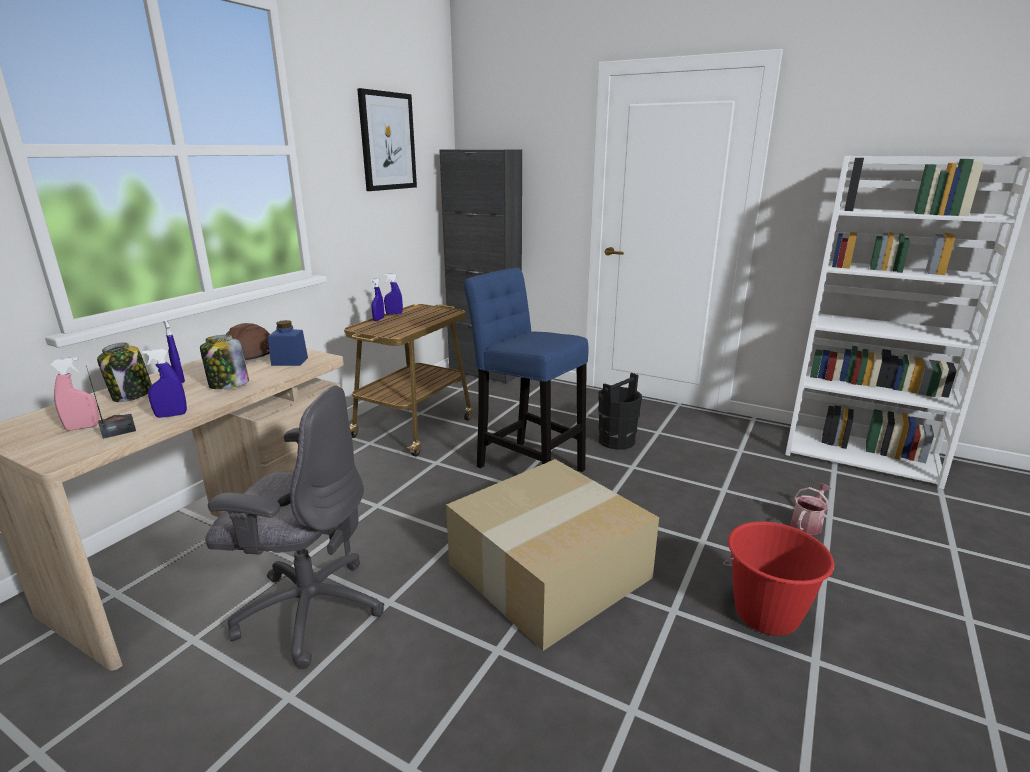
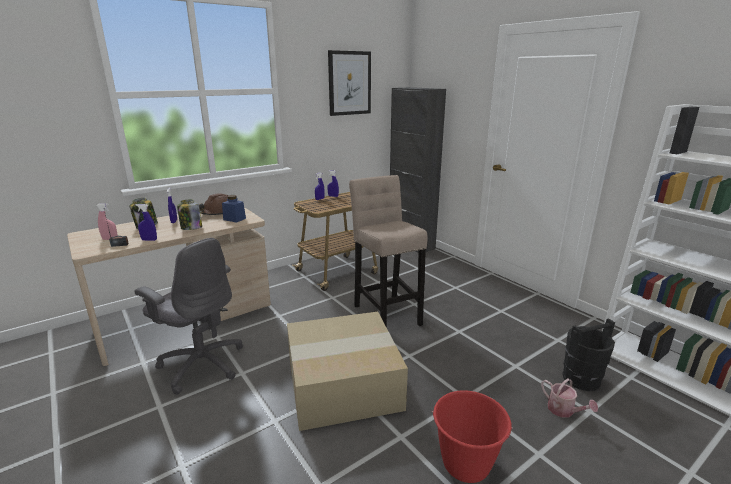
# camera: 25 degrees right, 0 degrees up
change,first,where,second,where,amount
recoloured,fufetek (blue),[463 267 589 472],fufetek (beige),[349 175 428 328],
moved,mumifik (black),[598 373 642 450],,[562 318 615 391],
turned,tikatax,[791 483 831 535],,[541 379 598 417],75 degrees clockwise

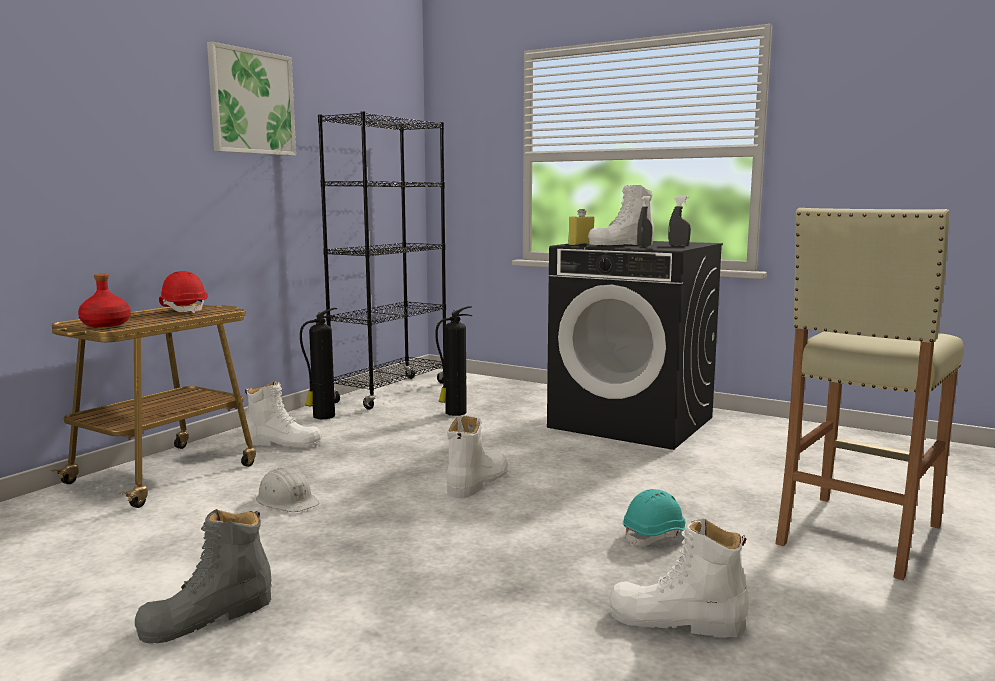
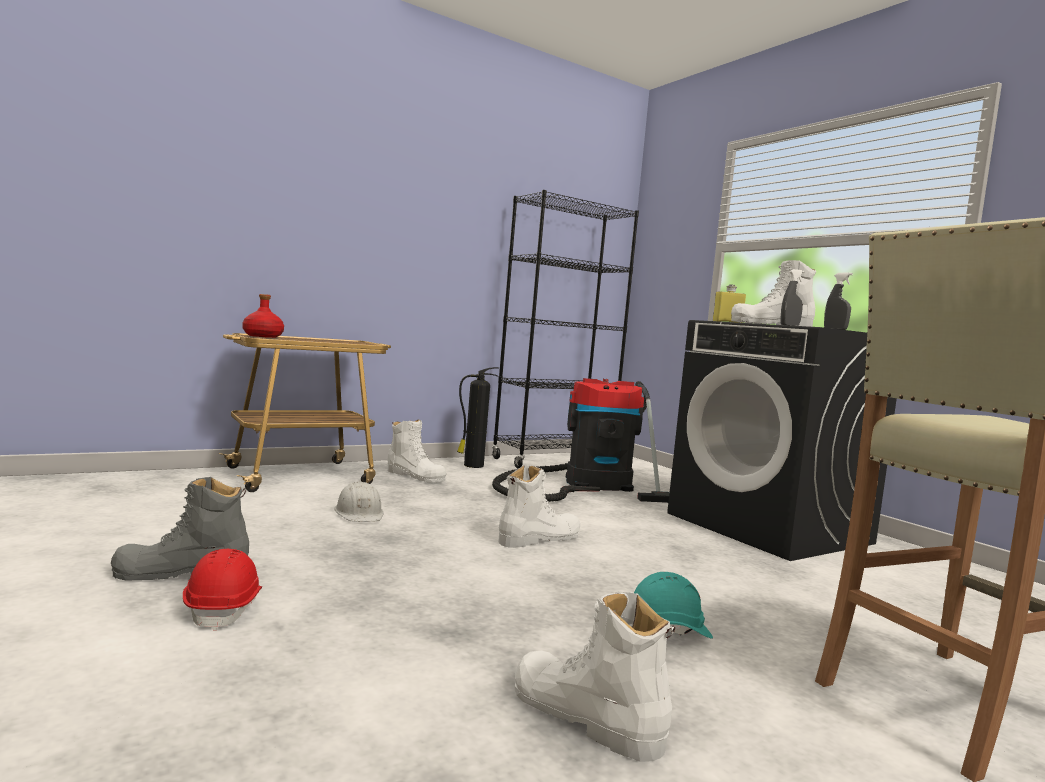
# camera: 25 degrees right, 5 degrees down
change,first,where,second,where,amount
moved,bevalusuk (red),[159 271 208 313],,[183 549 262 631],
removed,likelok,[207 42 296 156],,,
replaced,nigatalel,[435 306 472 416],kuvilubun,[492 378 669 503],

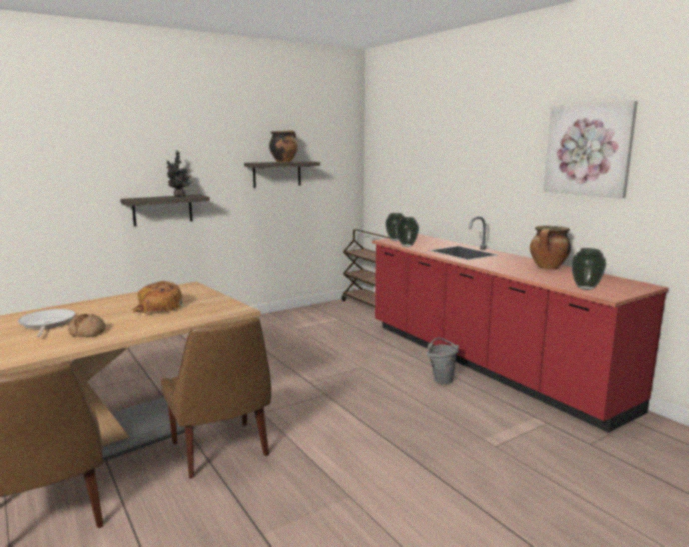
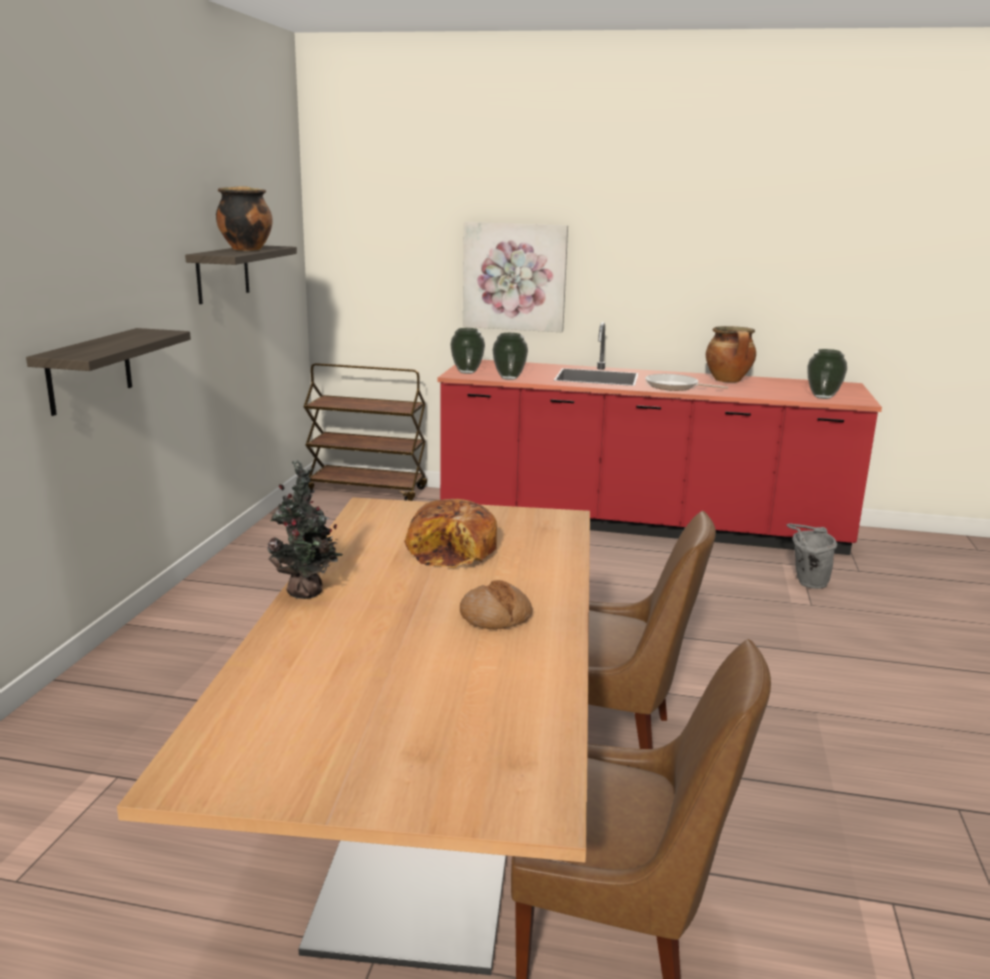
# camera: 45 degrees left, 5 degrees up
change,first,where,second,where,amount
moved,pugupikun,[18 309 75 338],,[645 374 728 391],
moved,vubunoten,[166 150 191 197],,[268 460 343 599],
moved,mumifik (grey),[427 338 459 384],,[787 524 837 589],
moved,likelok,[543 101 638 198],,[463 222 568 332],

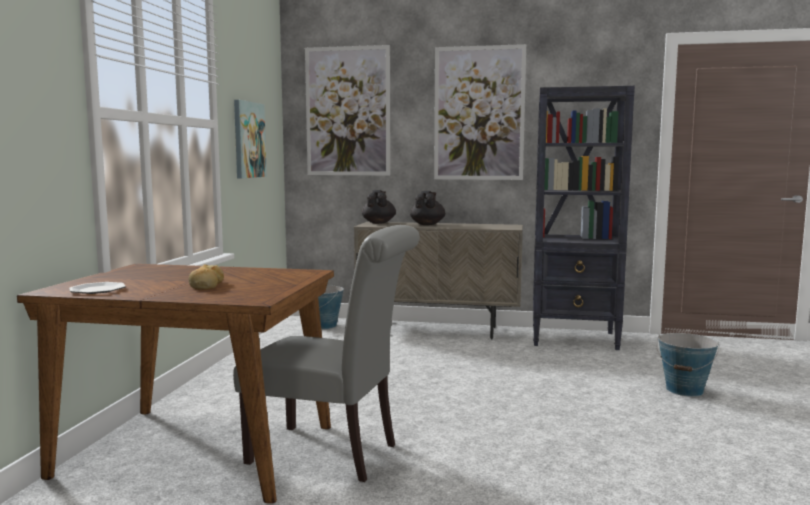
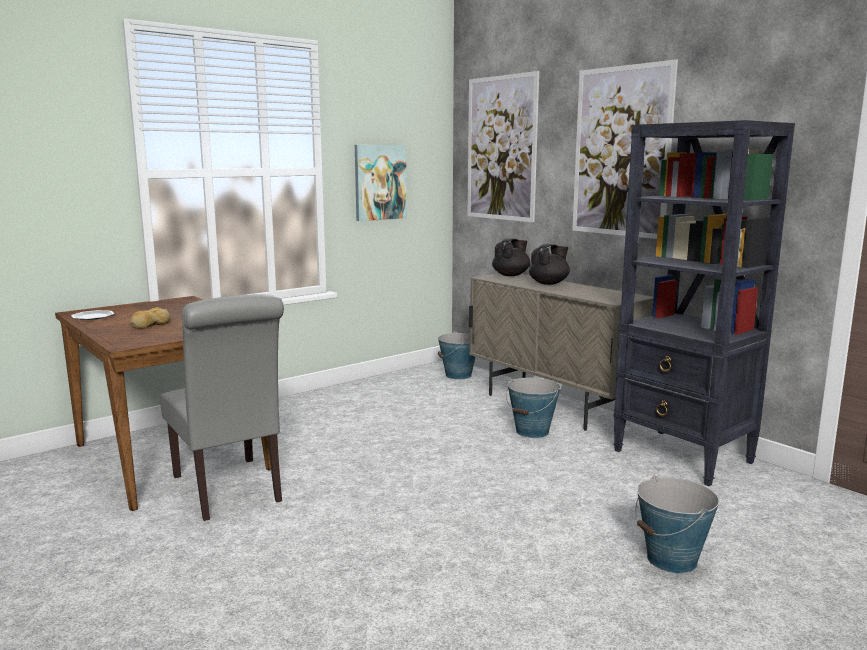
# camera: 40 degrees right, 5 degrees up
change,first,where,second,where,amount
added,,,mumifik,[506 377 561 438],

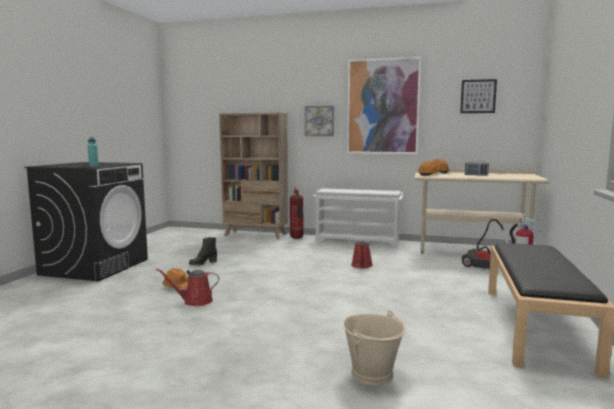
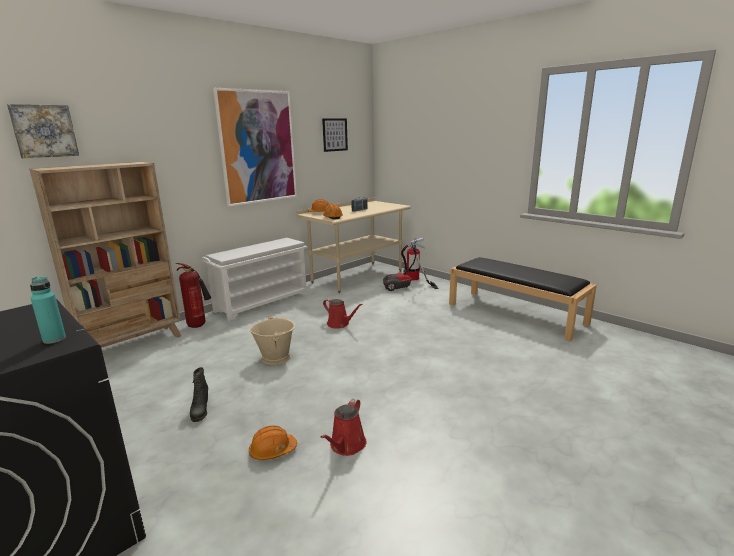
# camera: 60 degrees left, 10 degrees up
change,first,where,second,where,amount
moved,likelok,[305 106 334 136],,[7 104 79 158],
moved,mumifik (beige),[343 310 406 385],,[249 315 295 365],

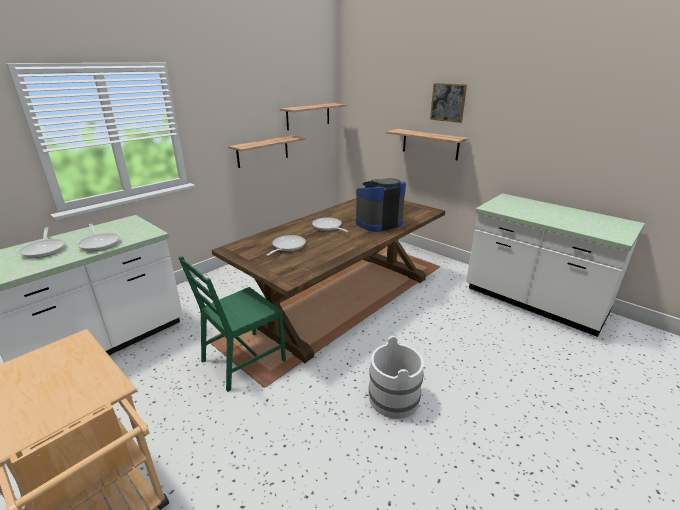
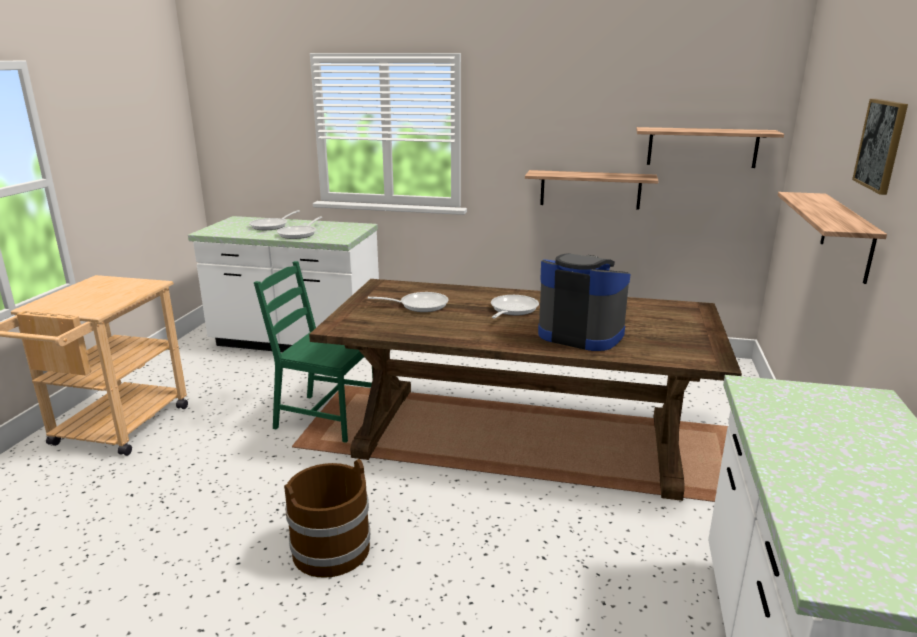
# camera: 60 degrees right, 5 degrees down
change,first,where,second,where,amount
recoloured,mumifik (white),[369 336 424 419],mumifik (brown),[284 459 370 578],

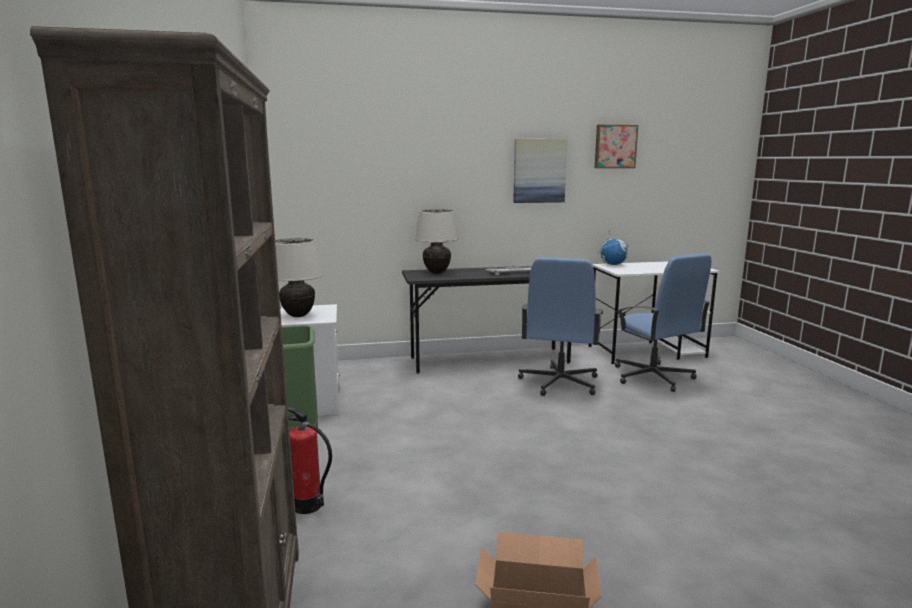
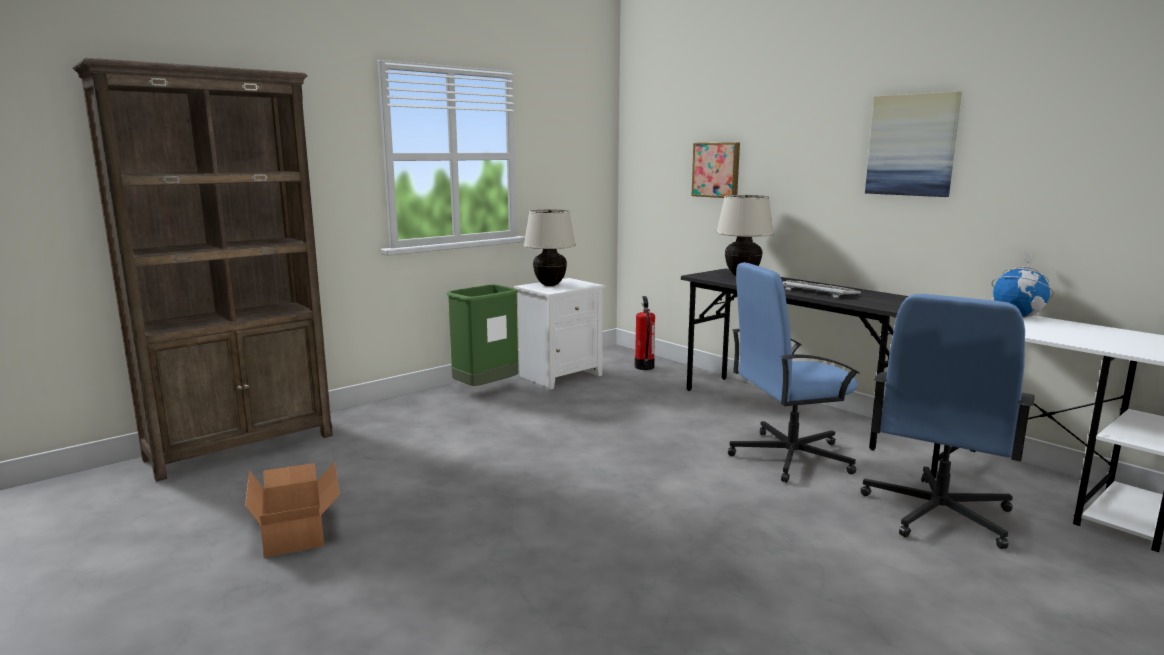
# camera: 60 degrees right, 0 degrees up
change,first,where,second,where,amount
moved,nigatalel,[287 405 332 514],,[635 296 655 370],
moved,likelok,[595 124 638 168],,[692 142 740 198],

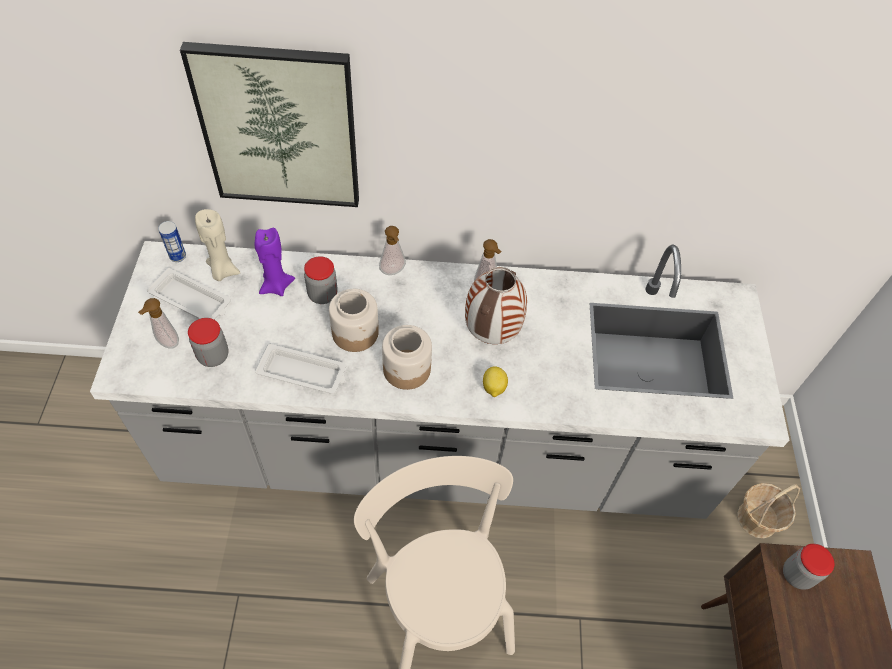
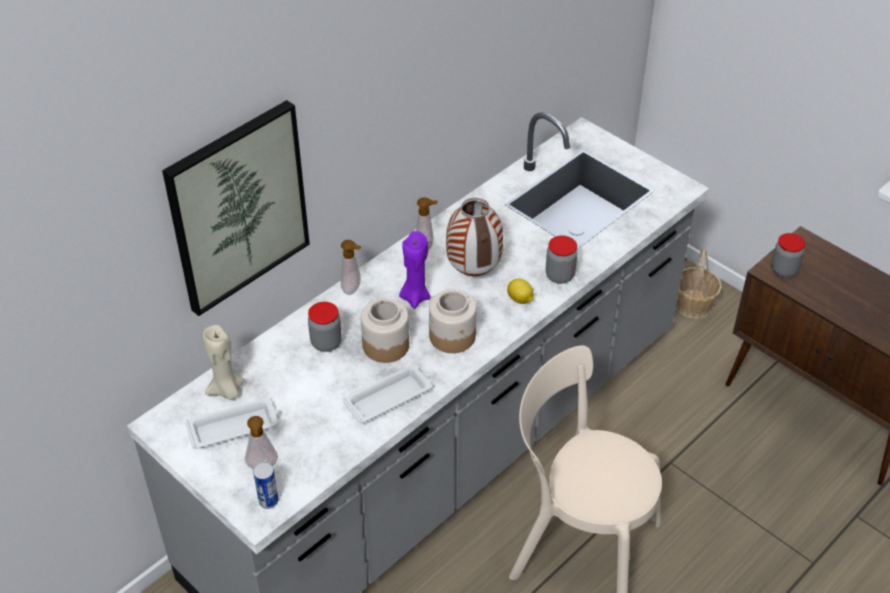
# camera: 45 degrees left, 10 degrees down
change,first,where,second,where,amount
moved,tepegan,[158 221 186 262],,[253 462 278 509],
moved,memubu,[188 318 229 367],,[546 235 578 284],
moved,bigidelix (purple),[255 228 295 296],,[399 231 431 309],

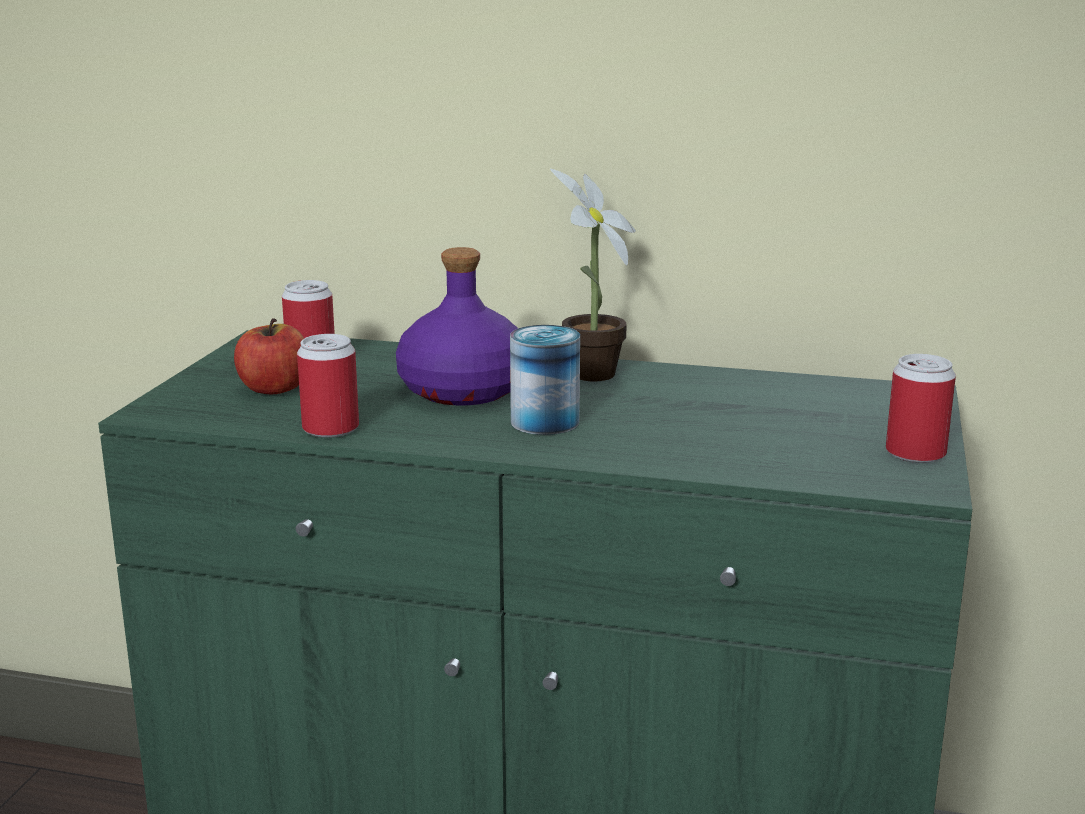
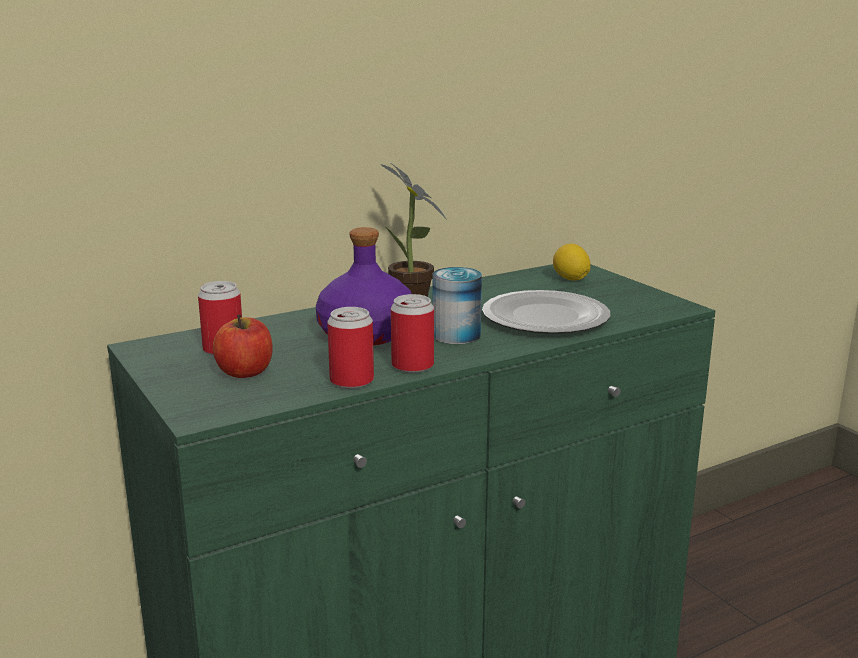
# camera: 45 degrees left, 0 degrees up
change,first,where,second,where,amount
moved,tepegan,[886 354 956 463],,[391 294 434 373],
added,,,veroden,[482 290 610 334],
added,,,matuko,[553 244 591 281],

